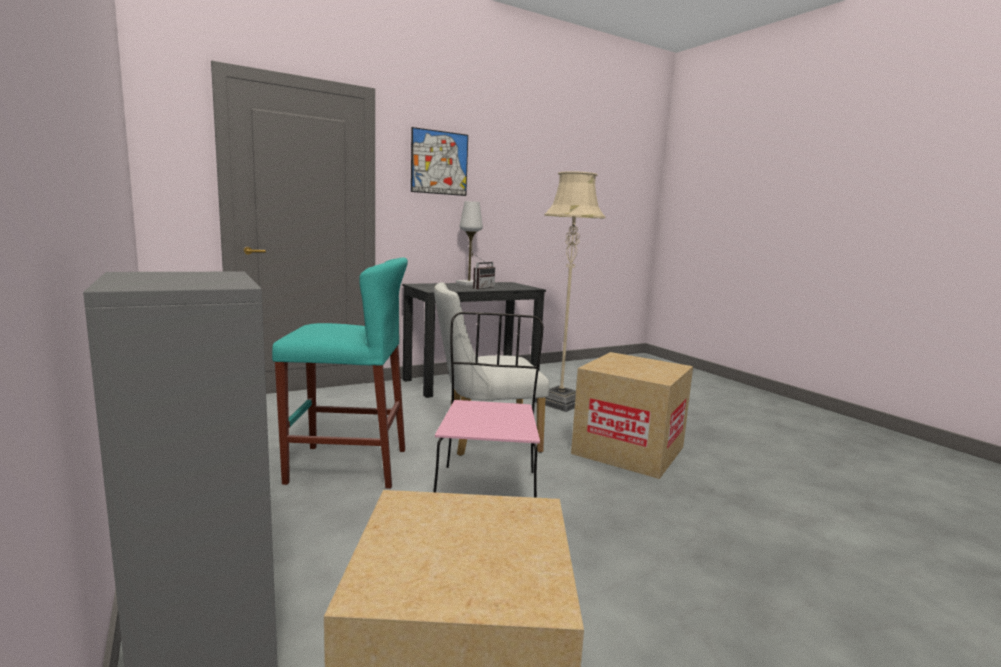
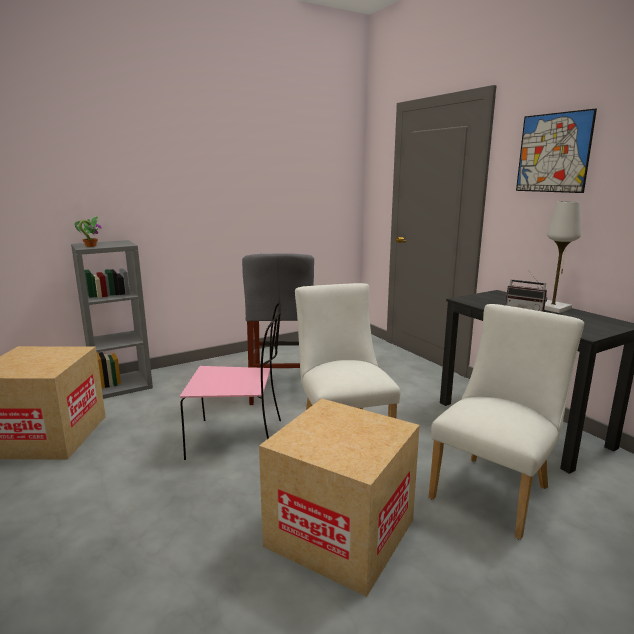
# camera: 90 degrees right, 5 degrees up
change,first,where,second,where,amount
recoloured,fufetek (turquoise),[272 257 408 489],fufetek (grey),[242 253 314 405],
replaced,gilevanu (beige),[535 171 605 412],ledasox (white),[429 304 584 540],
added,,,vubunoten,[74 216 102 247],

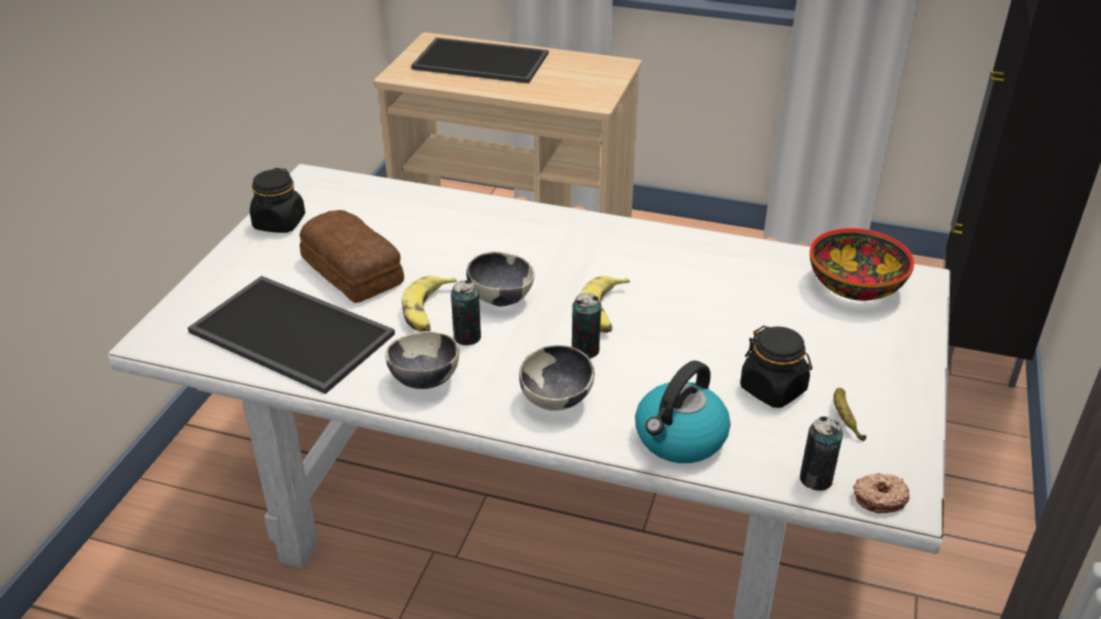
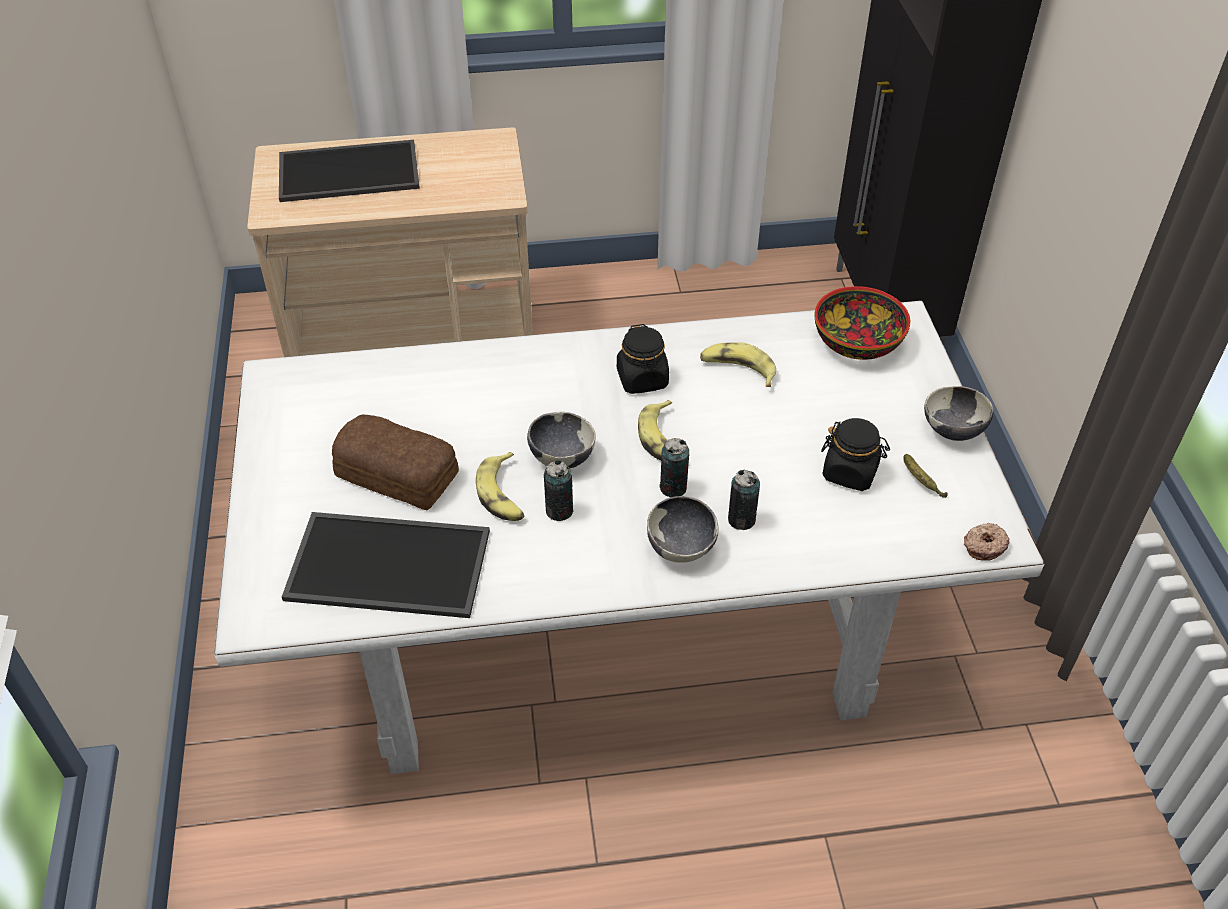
# camera: 25 degrees left, 10 degrees up
change,first,where,second,where,amount
moved,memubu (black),[250 168 305 233],,[617 324 669 394],
moved,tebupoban,[385 331 459 389],,[924 386 993 441],
removed,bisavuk,[635 360 730 463],,,
moved,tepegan,[800 416 843 491],,[728 469 760 530],
added,,,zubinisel,[700 342 776 387],

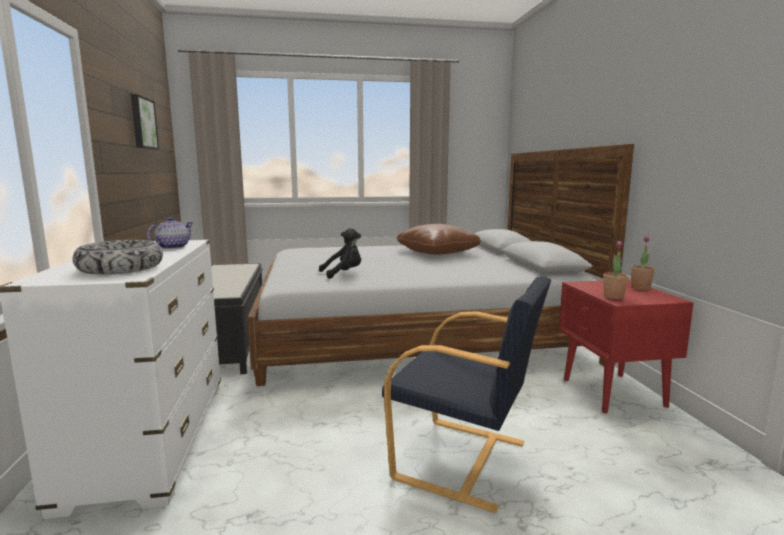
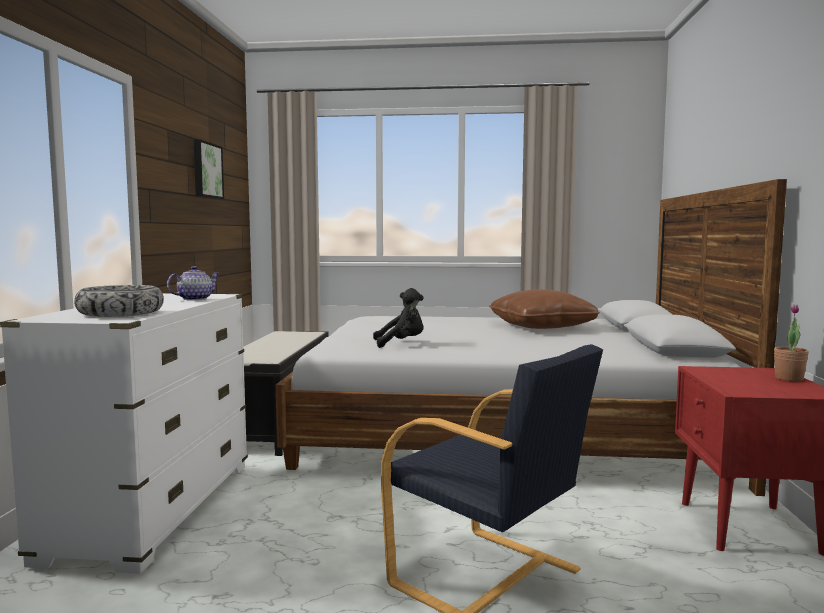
# camera: 15 degrees right, 5 degrees down
change,first,where,second,where,amount
removed,vubunoten,[603 241 628 299],,,

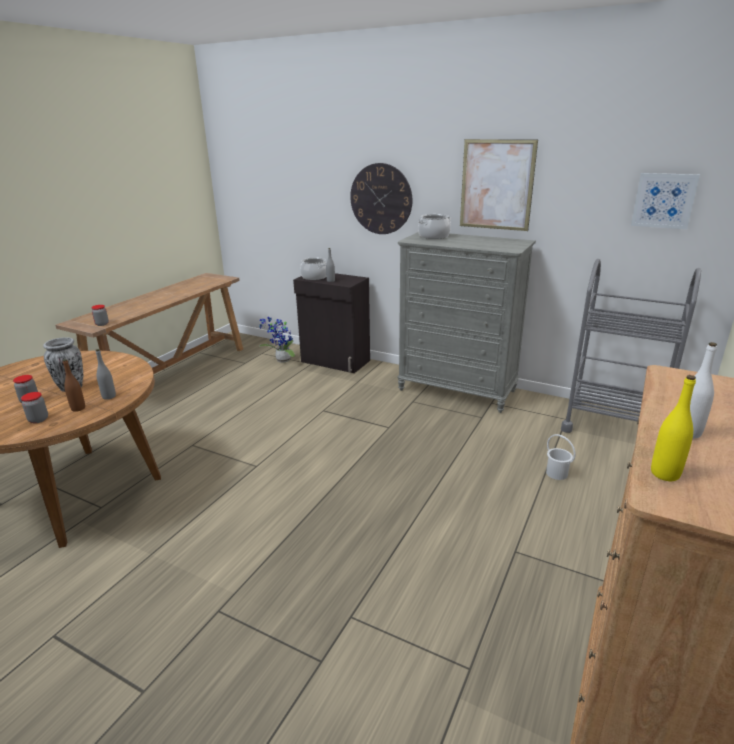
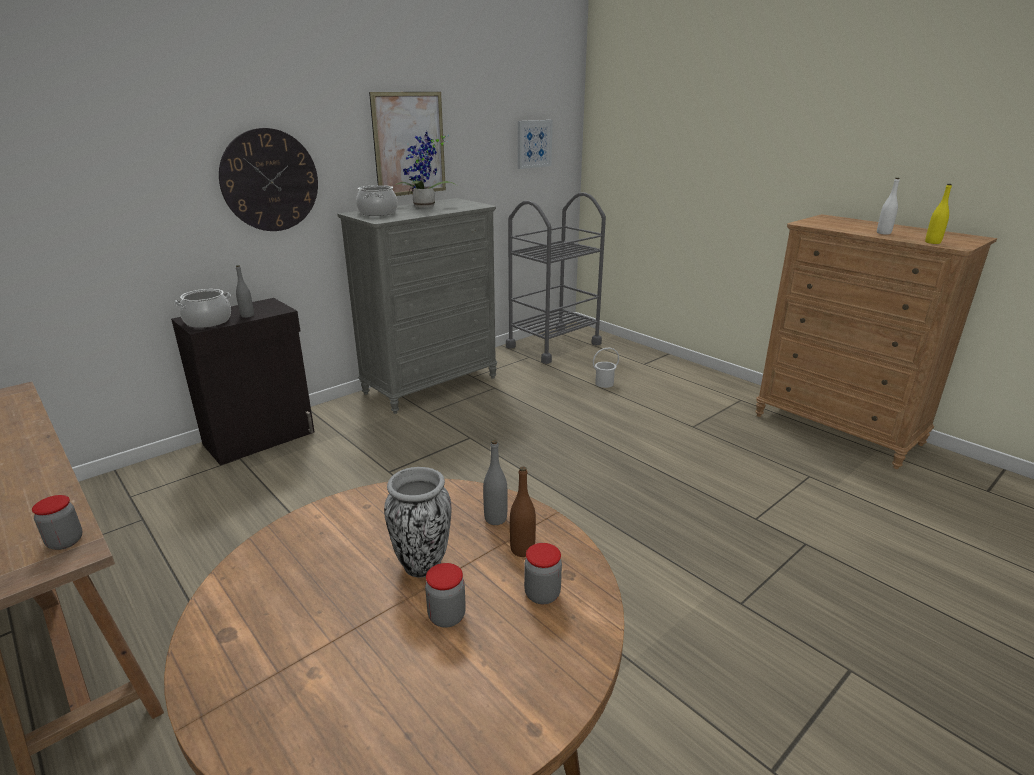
# camera: 70 degrees left, 0 degrees up
change,first,where,second,where,amount
moved,vubunoten,[259 317 295 362],,[395 130 459 208],

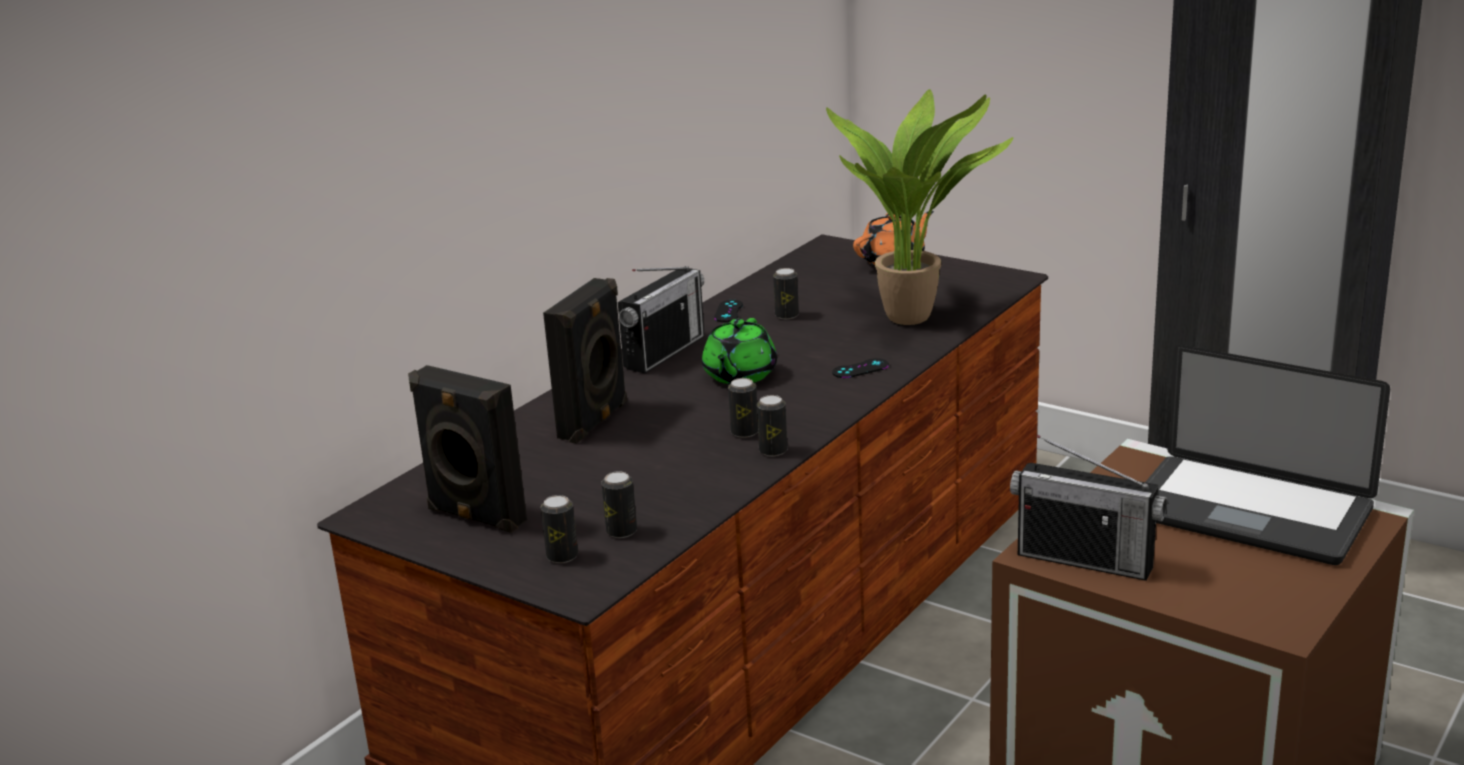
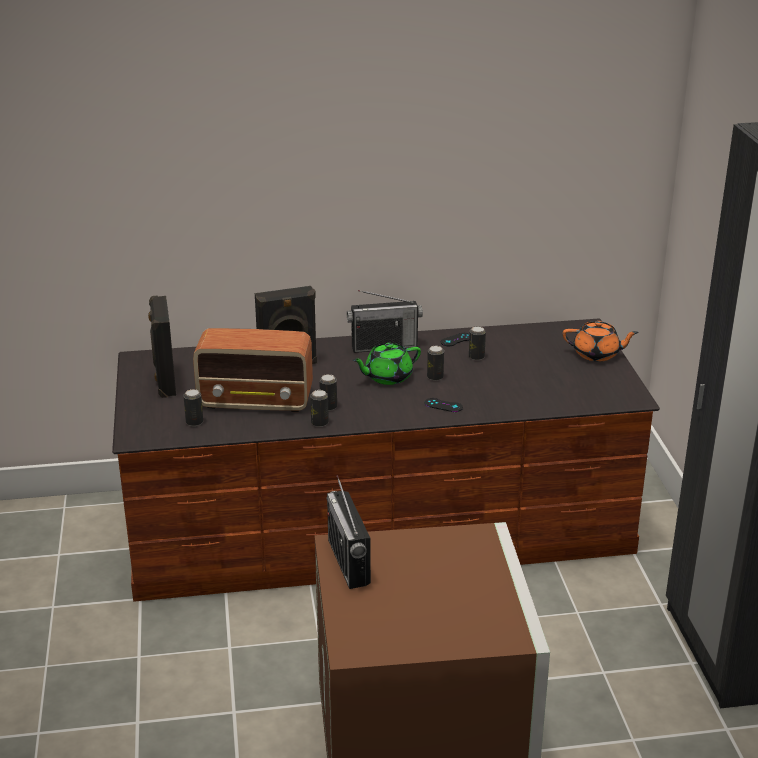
# camera: 45 degrees right, 5 degrees up
change,first,where,second,where,amount
moved,tepegan,[541 495 578 563],,[427 346 444 381],
removed,vubunoten,[826 89 1013 325],,,
removed,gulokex,[1146 345 1390 565],,,
added,,,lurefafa,[193 328 313 412],

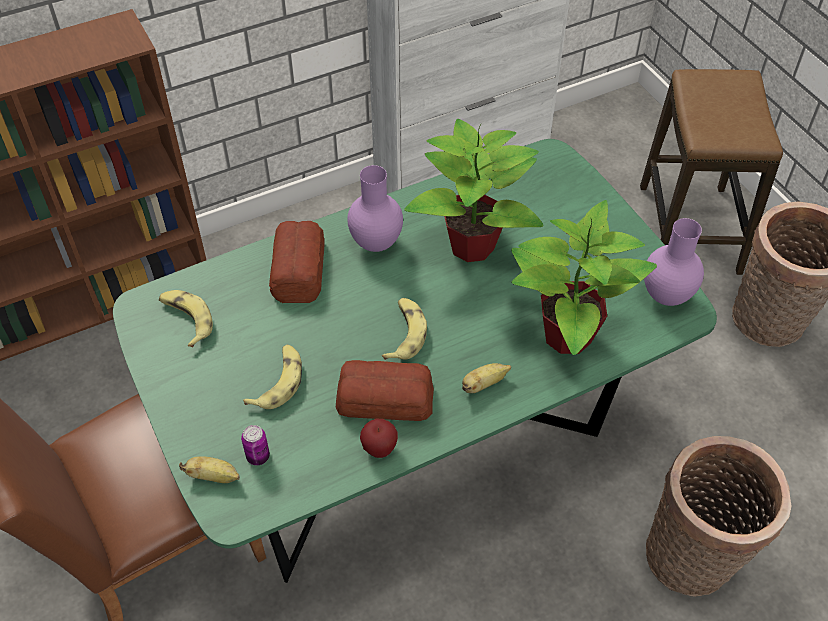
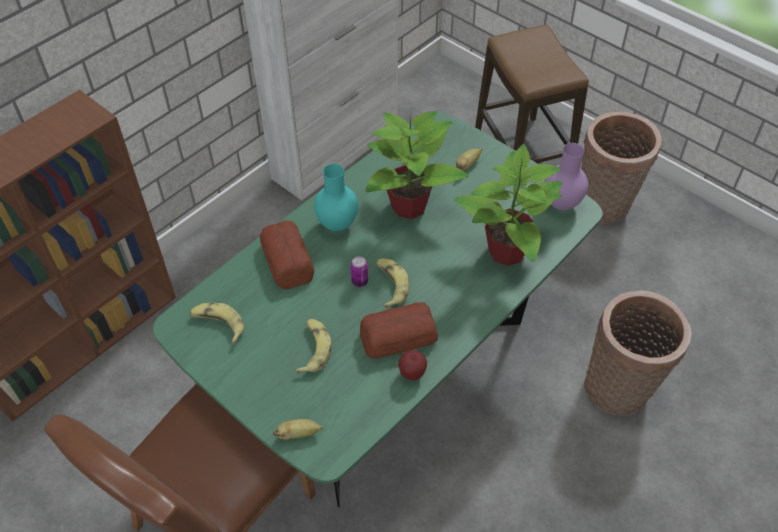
# camera: 20 degrees left, 0 degrees up
change,first,where,second,where,amount
moved,tepegan,[241 425 270 465],,[350 256 368 287],
recoloured,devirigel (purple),[347 165 403 252],devirigel (turquoise),[314 164 358 231],
moved,zubinisel,[462 363 511 393],,[456 148 482 171],

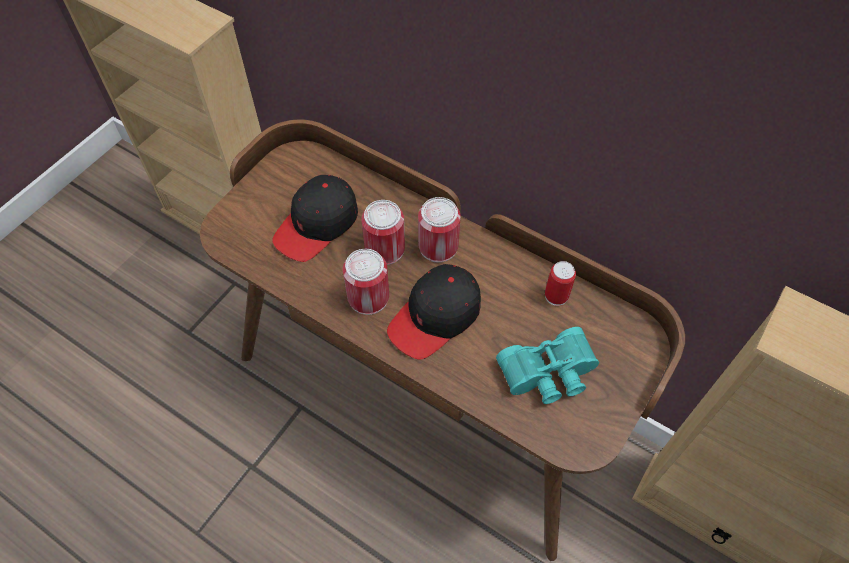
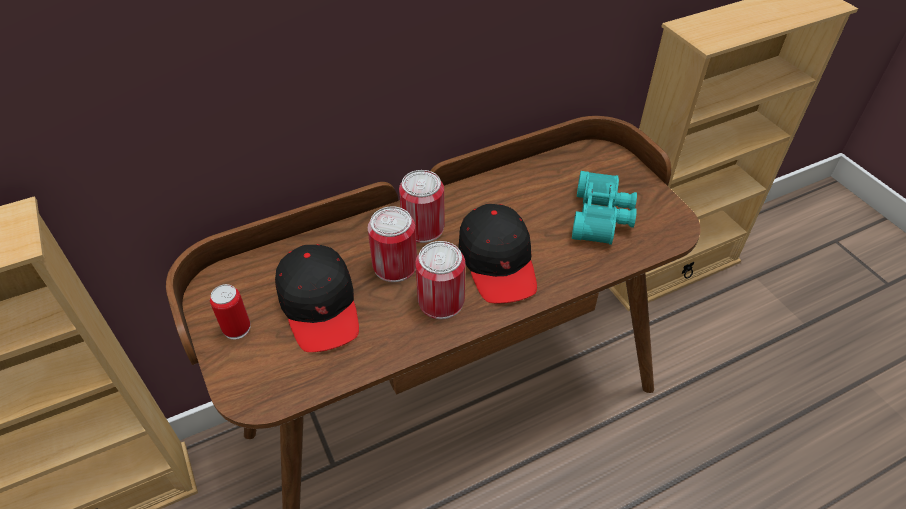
# camera: 60 degrees left, 10 degrees down
change,first,where,second,where,amount
moved,tepegan,[545 261 576 306],,[210 284 250 340],

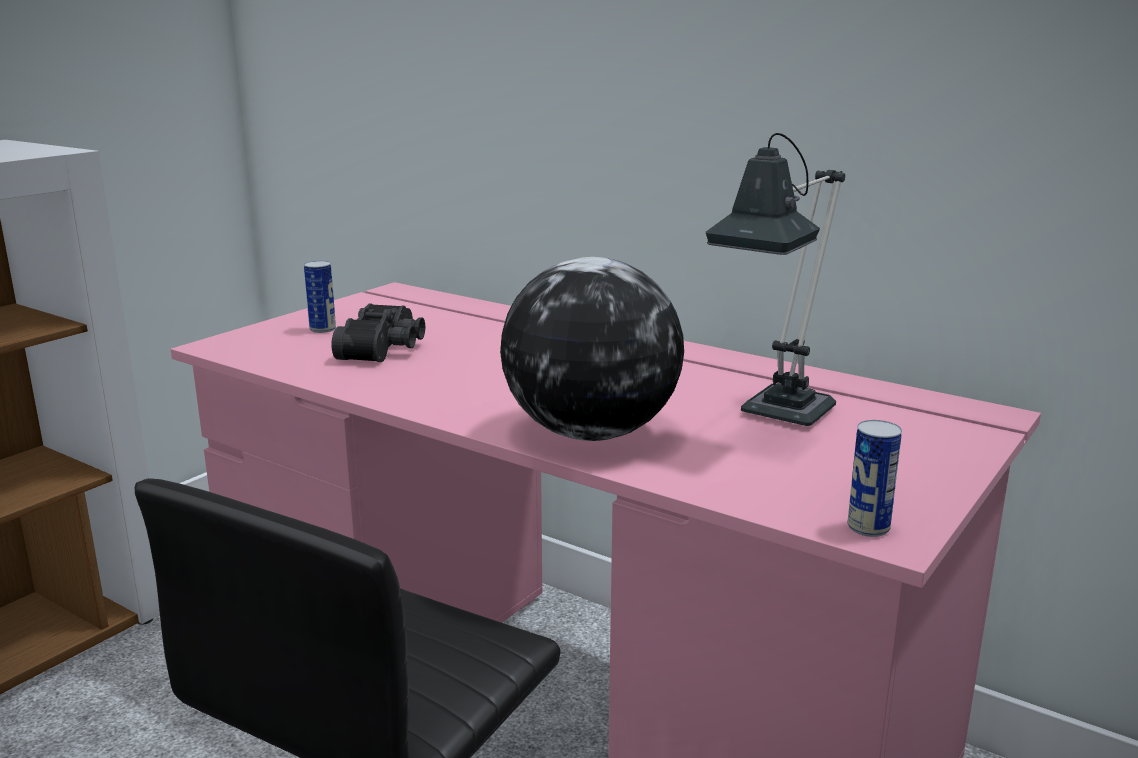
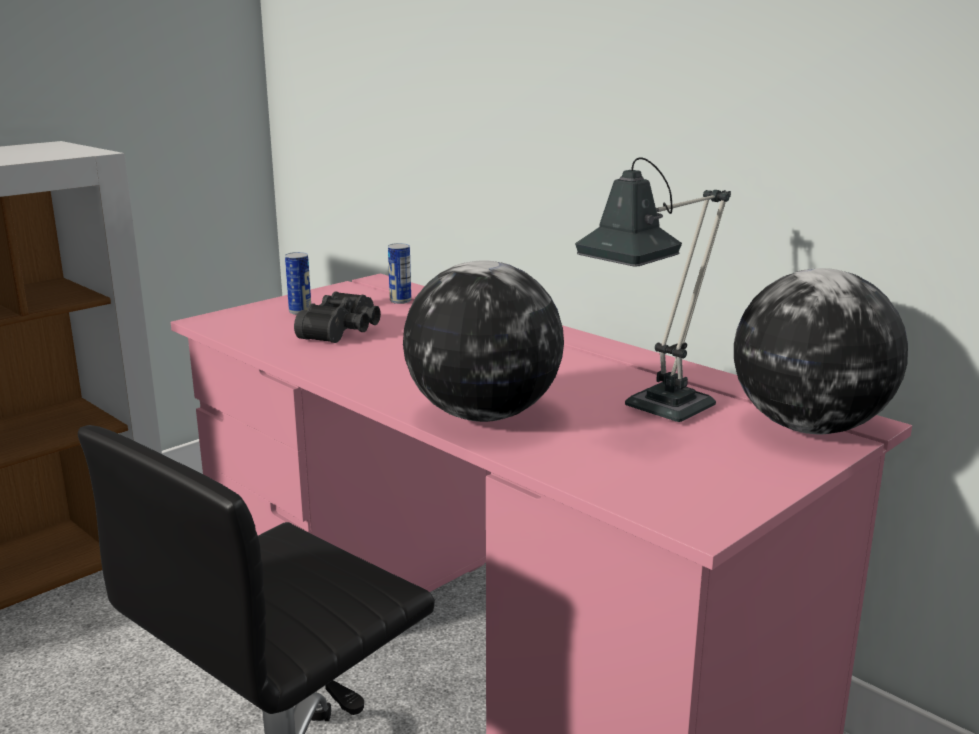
# camera: 10 degrees right, 0 degrees up
change,first,where,second,where,amount
moved,tepegan,[847 420 902 537],,[388 243 411 304],
added,,,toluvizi,[734 268 908 434],

